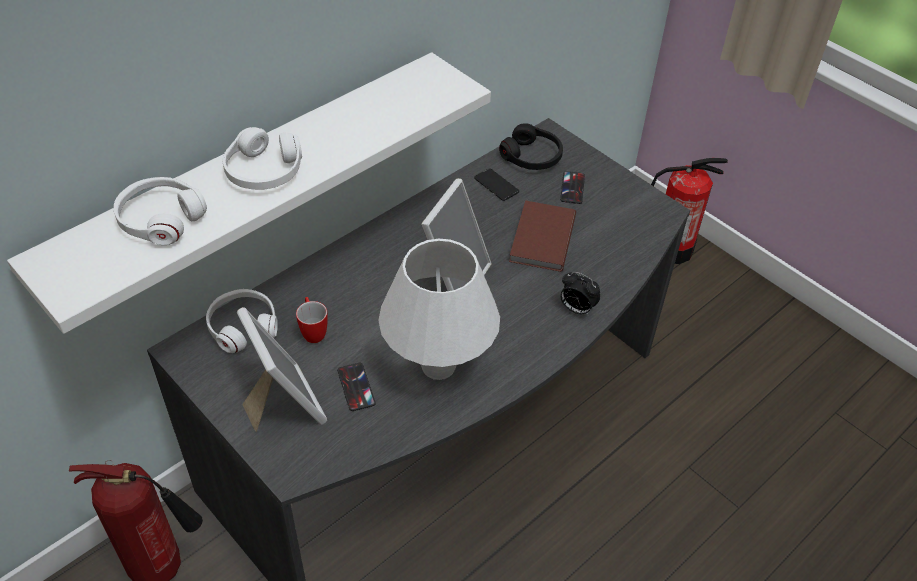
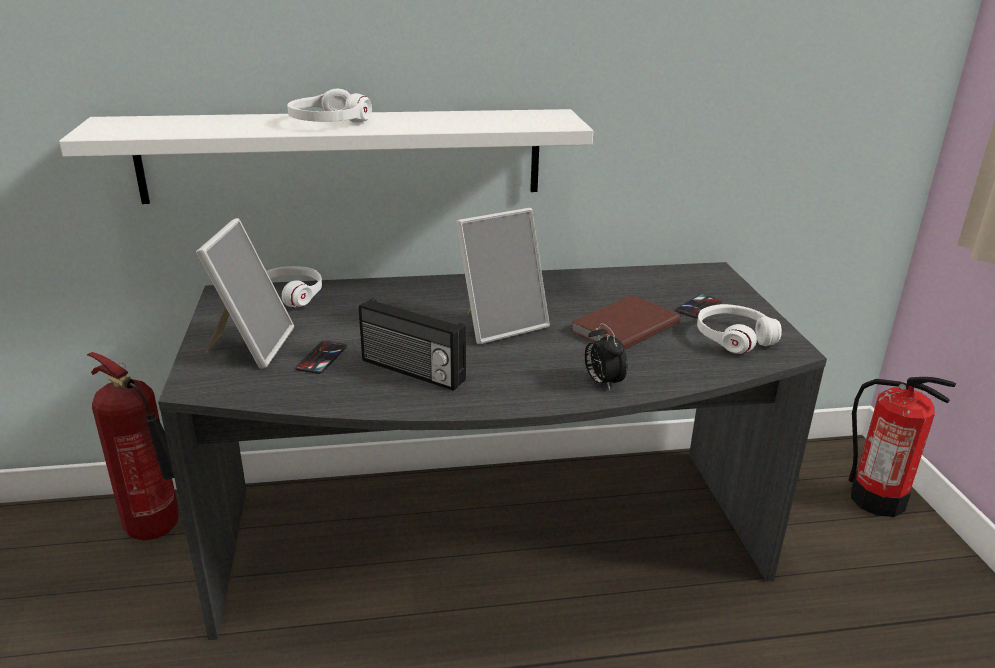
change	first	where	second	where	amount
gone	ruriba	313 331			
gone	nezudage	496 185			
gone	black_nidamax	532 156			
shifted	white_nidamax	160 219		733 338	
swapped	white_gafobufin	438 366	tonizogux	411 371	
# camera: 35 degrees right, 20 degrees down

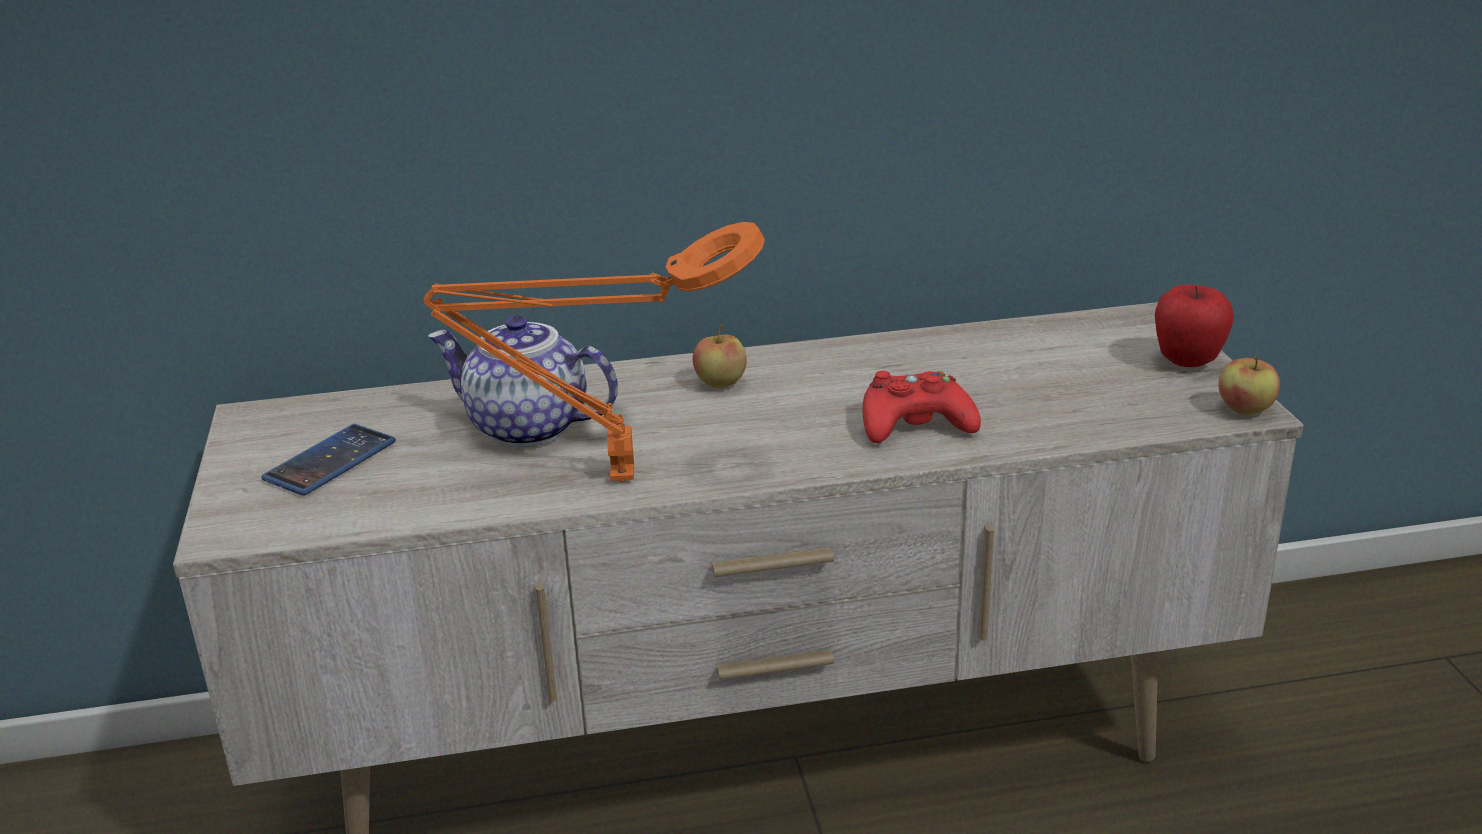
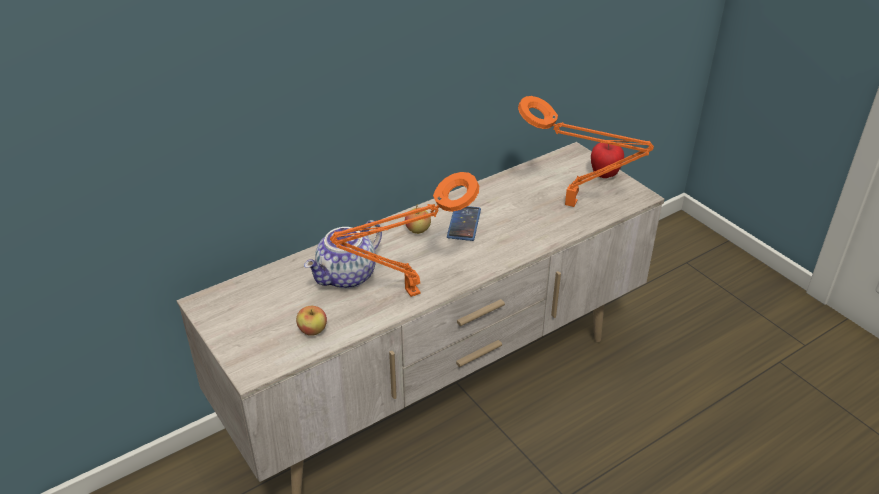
change	first	where	second	where	amount
gone	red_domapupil	915 424			
new			orange_gafobufin	575 205	
shifted	nezudage	330 461		464 223	
shifted	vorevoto	1245 410		313 330	
rotated	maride	525 428		347 277	45 degrees counterclockwise
# camera: 25 degrees left, 10 degrees up

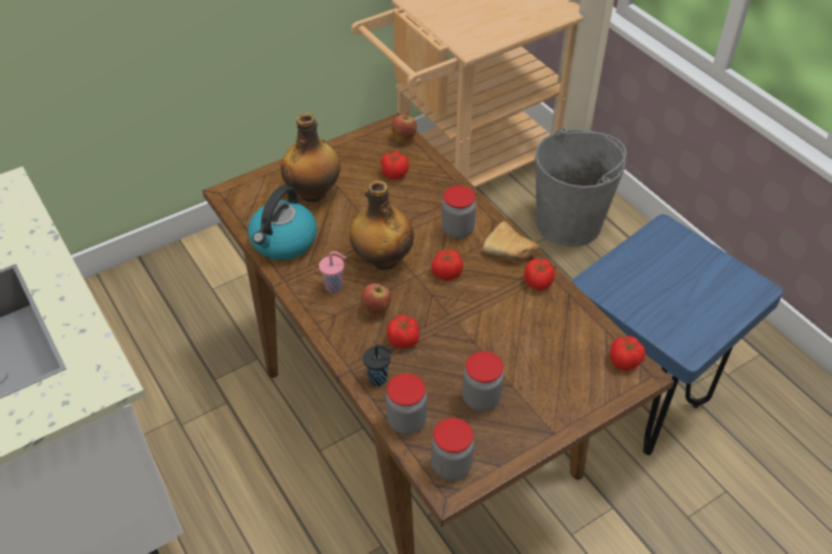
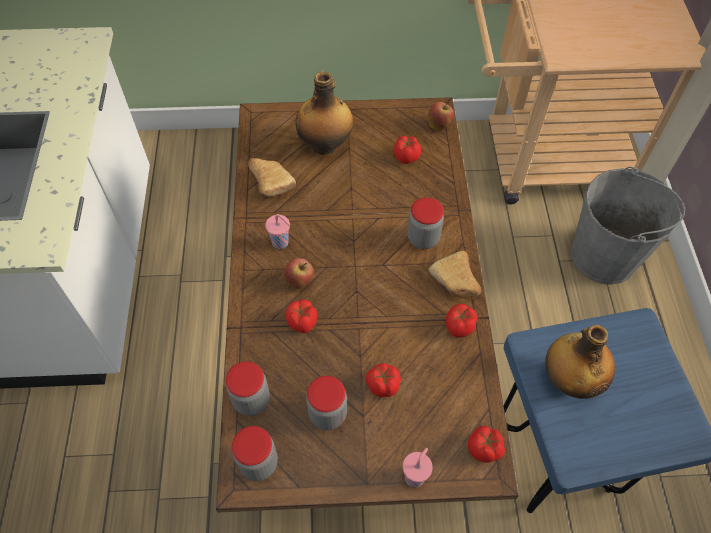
change	first	where	second	where	amount
gone	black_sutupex	379 379			
new			pink_sutupex	415 476	
shifted	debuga	382 259		570 379	
shifted	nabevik	446 273		382 385	
swapped	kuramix	283 242	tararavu	269 181	
# camera: 30 degrees right, 10 degrees up

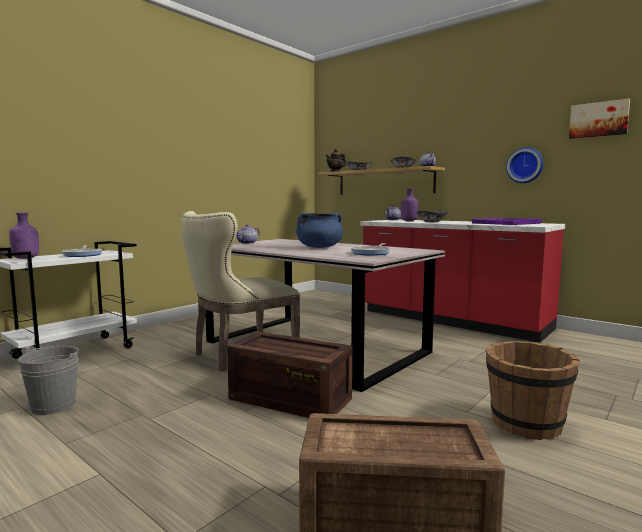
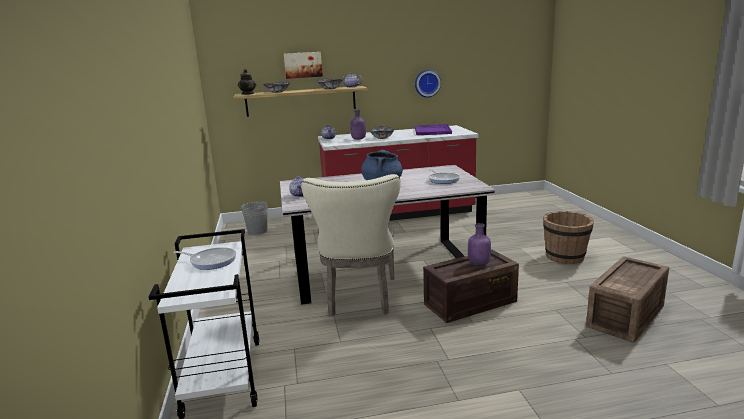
change	first	where	second	where	amount
shifted	purple_debuga	26 258		479 264	
shifted	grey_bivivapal	53 405		257 231	
shifted	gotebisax	598 119		303 65	
# camera: 50 degrees left, 10 degrees up

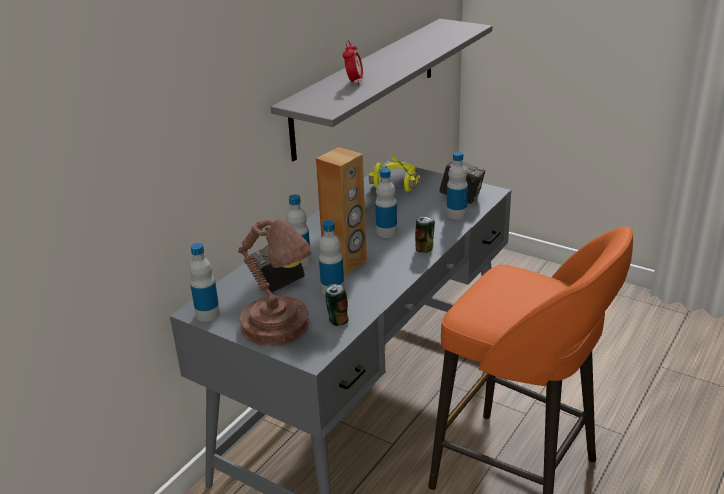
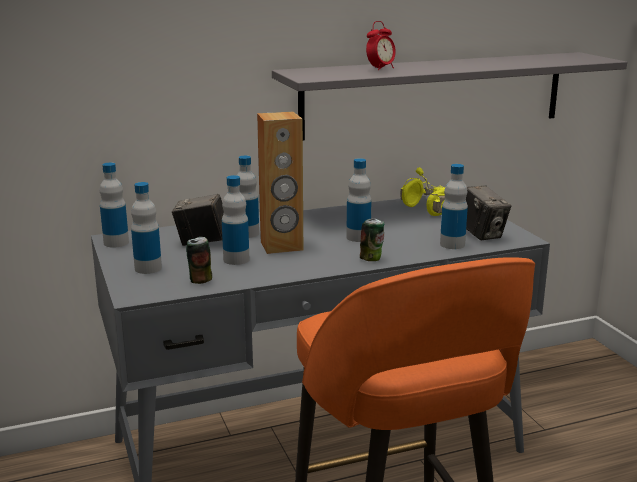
change	first	where	second	where	amount
swapped	brown_gafobufin	279 327	debuga	148 268	
# camera: 35 degrees right, 10 degrees down

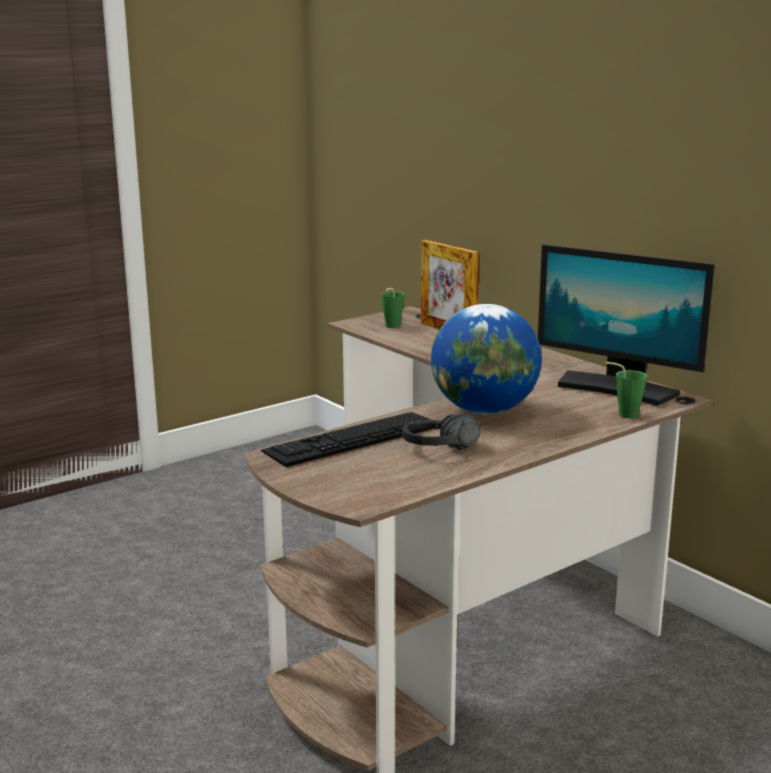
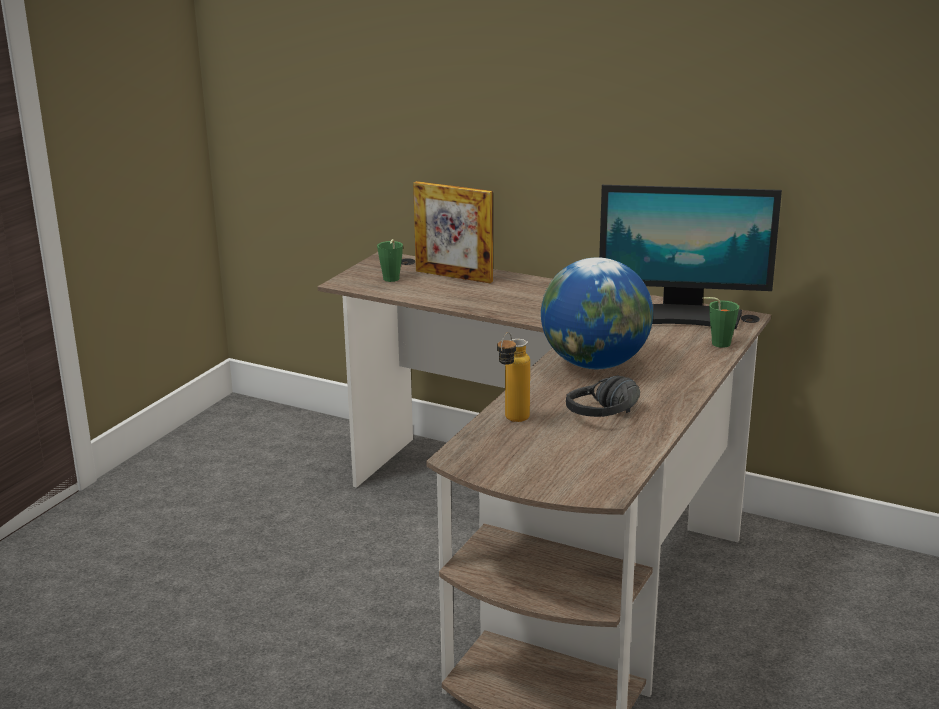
change	first	where	second	where	amount
swapped	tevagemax	353 438	debuga	512 421	
# camera: 25 degrees left, 5 degrees up

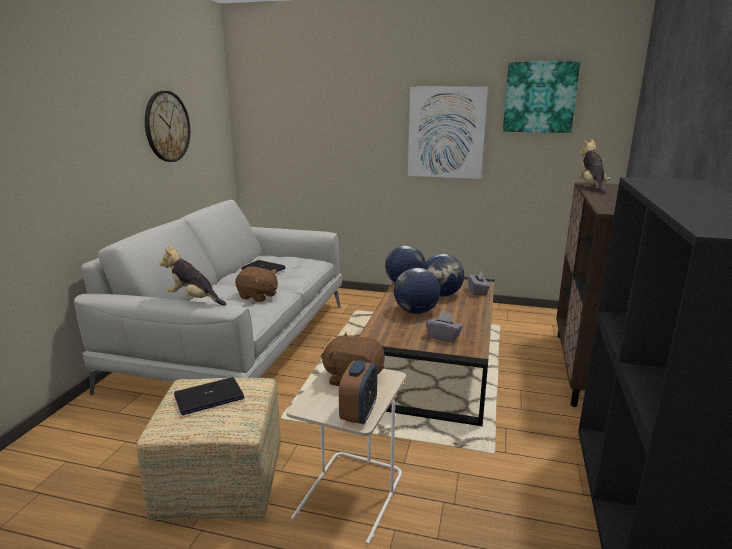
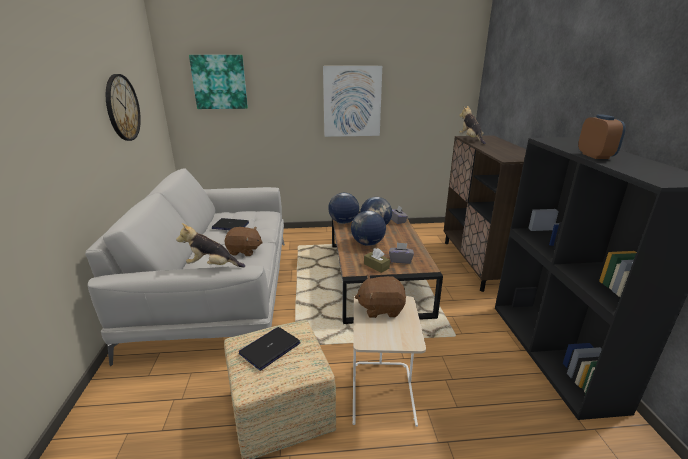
change	first	where	second	where	amount
new			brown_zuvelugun	376 266	
shifted	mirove	359 414		595 156	
shifted	gotebisax	539 97		219 82	
# camera: 20 degrees left, 5 degrees up

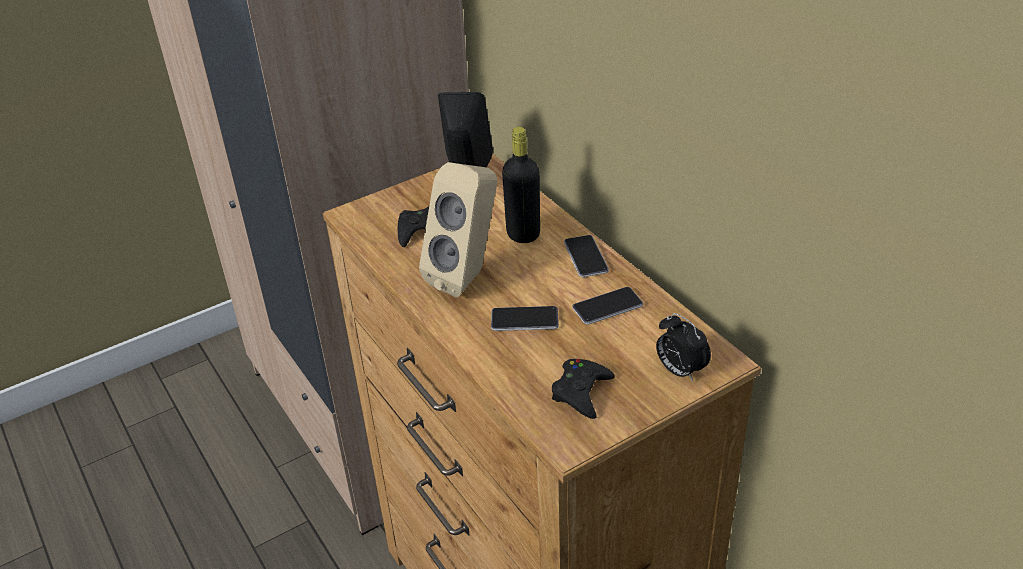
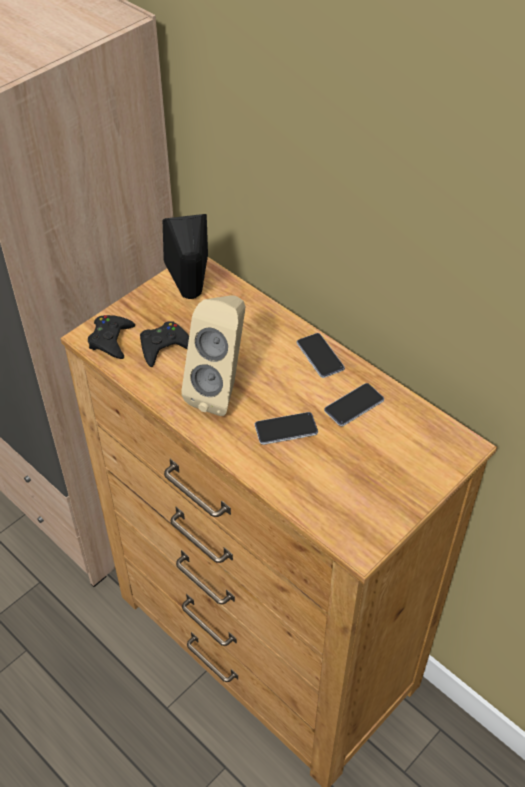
change	first	where	second	where	amount
gone	black_debuga	523 234			
gone	mirove	679 371			
shifted	black_domapupil	581 392		111 340	
# camera: 15 degrees left, 10 degrees up

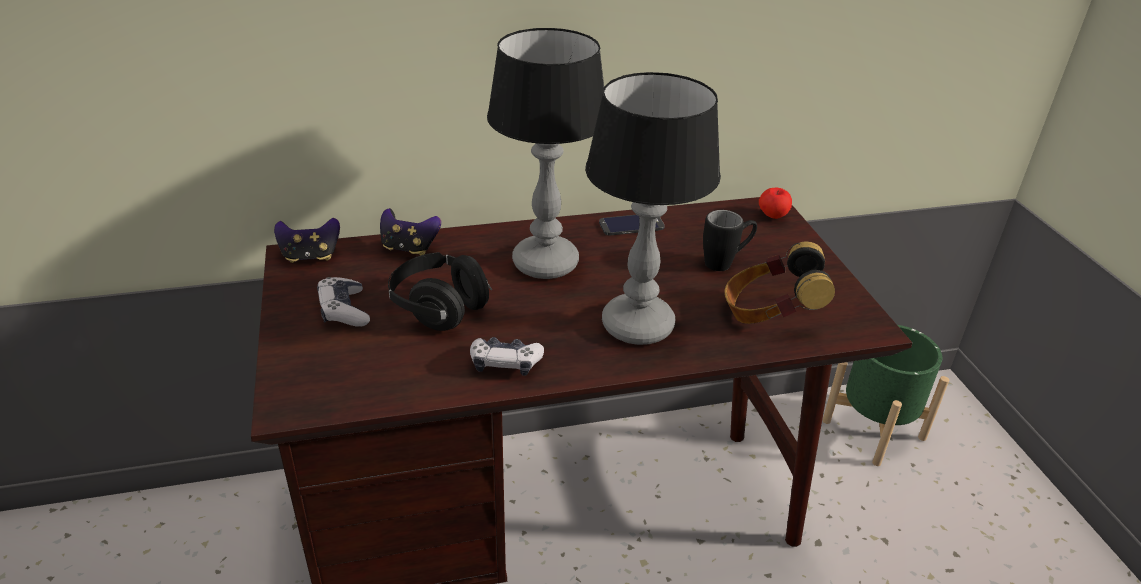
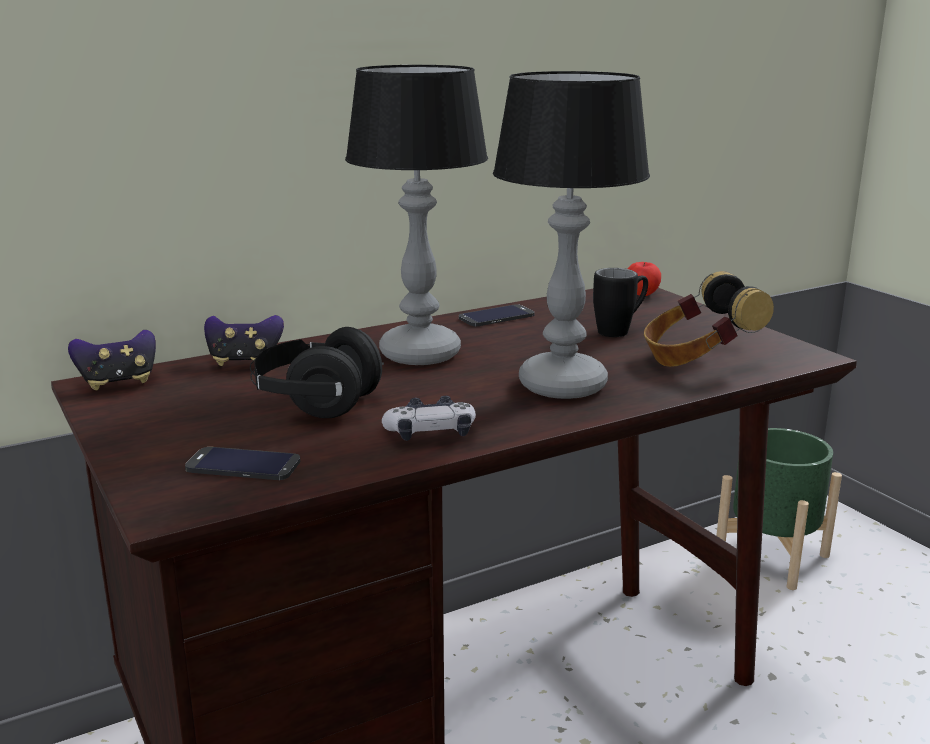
change	first	where	second	where	amount
gone	domapupil	344 310			
new			nezudage	243 465	
# camera: 15 degrees left, 15 degrees down

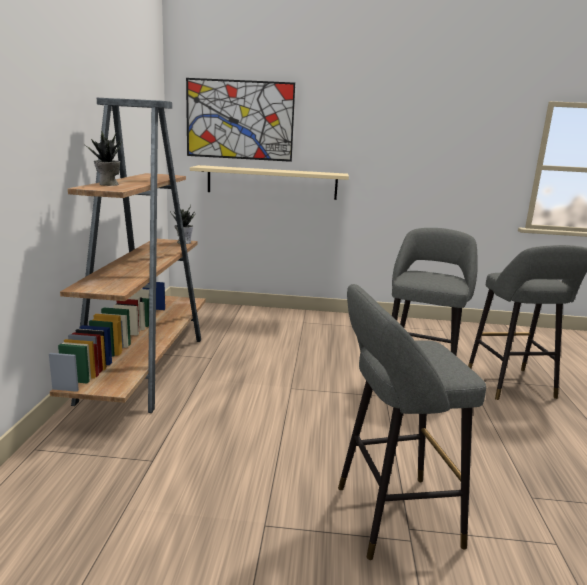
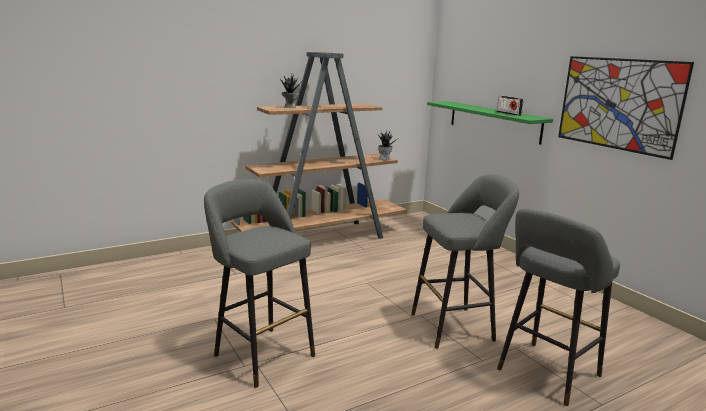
change	first	where	second	where	amount
new			tonizogux	508 113	
shifted	gotebisax	239 120		618 104	
repainted	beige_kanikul	272 182	green_kanikul	493 121	
# camera: 55 degrees right, 0 degrees up

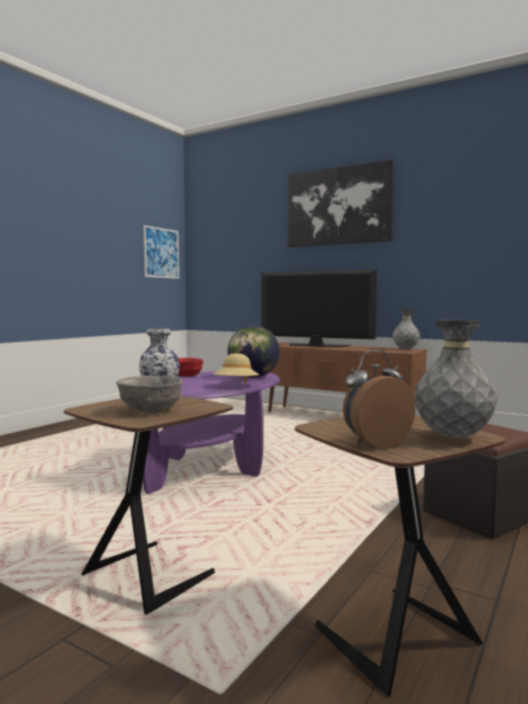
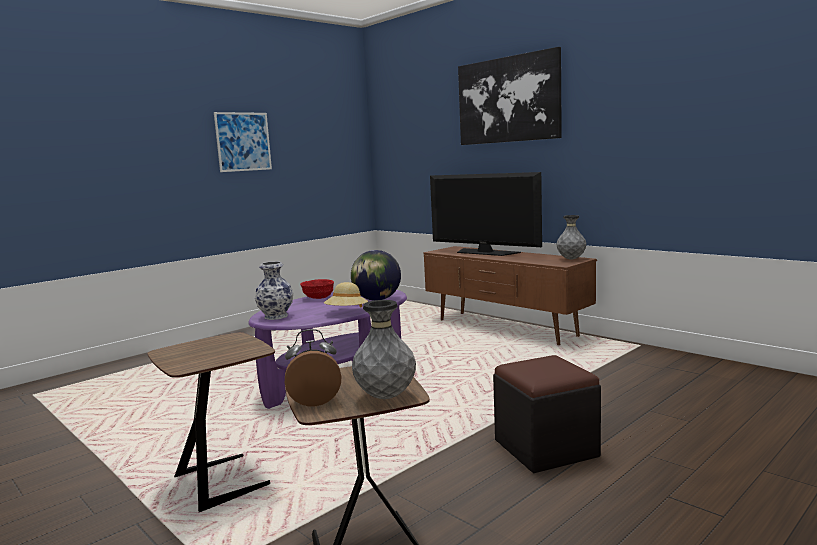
change	first	where	second	where	amount
gone	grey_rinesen	150 410			
shifted	gotebisax	161 253		243 141	
# camera: 15 degrees right, 5 degrees up

